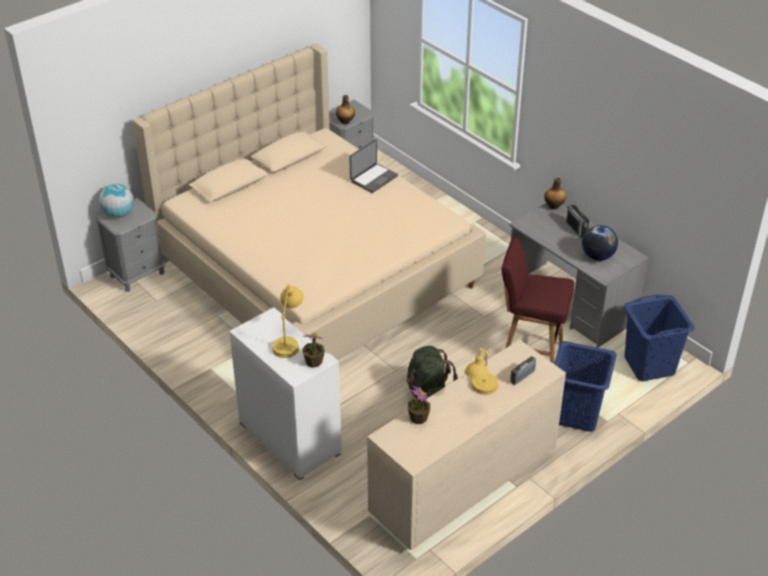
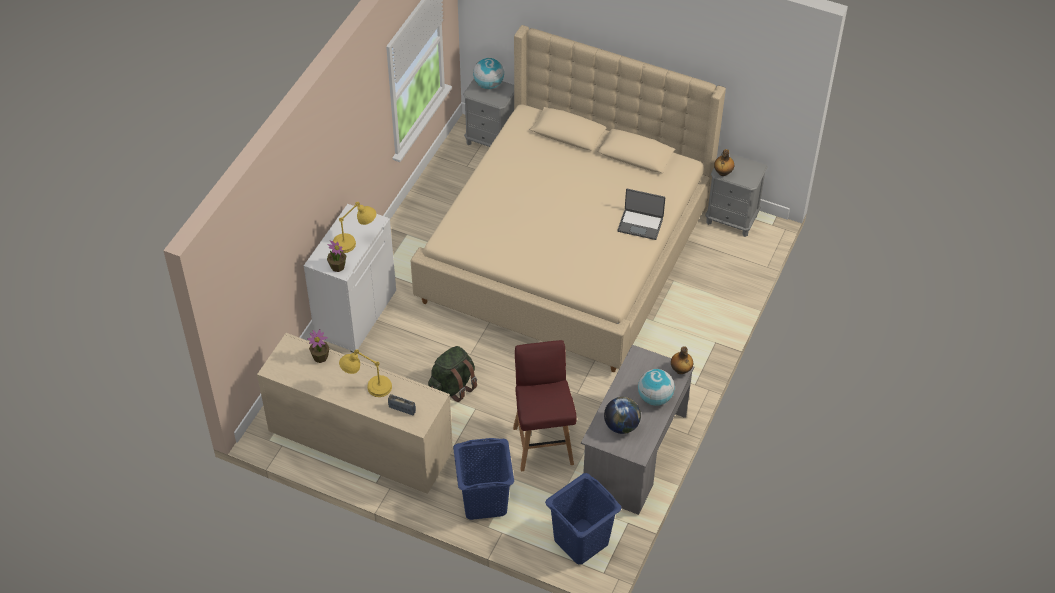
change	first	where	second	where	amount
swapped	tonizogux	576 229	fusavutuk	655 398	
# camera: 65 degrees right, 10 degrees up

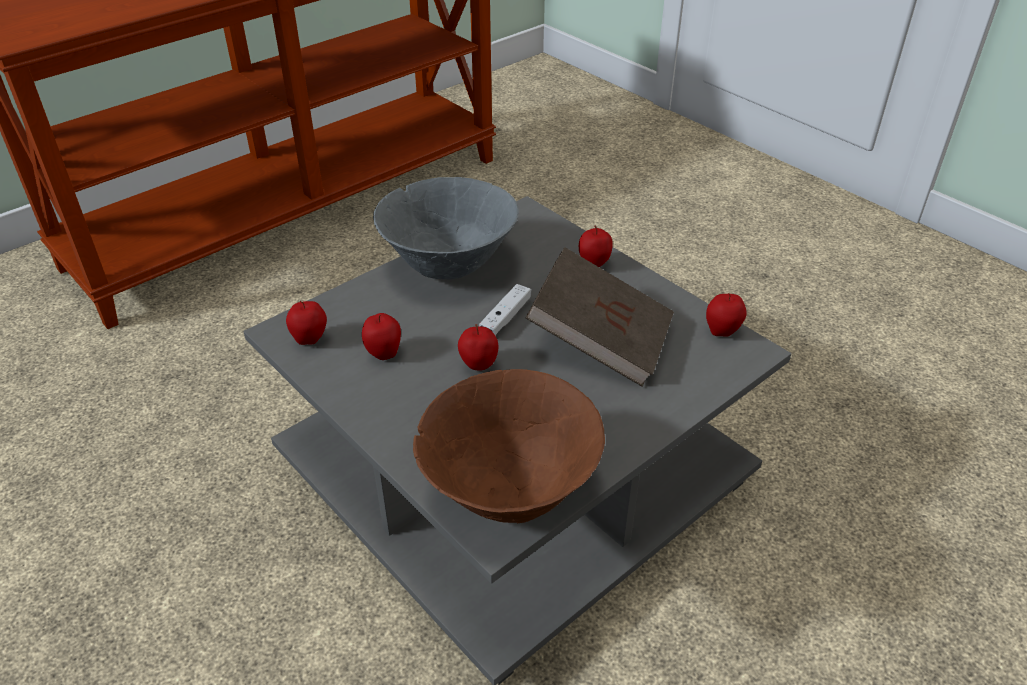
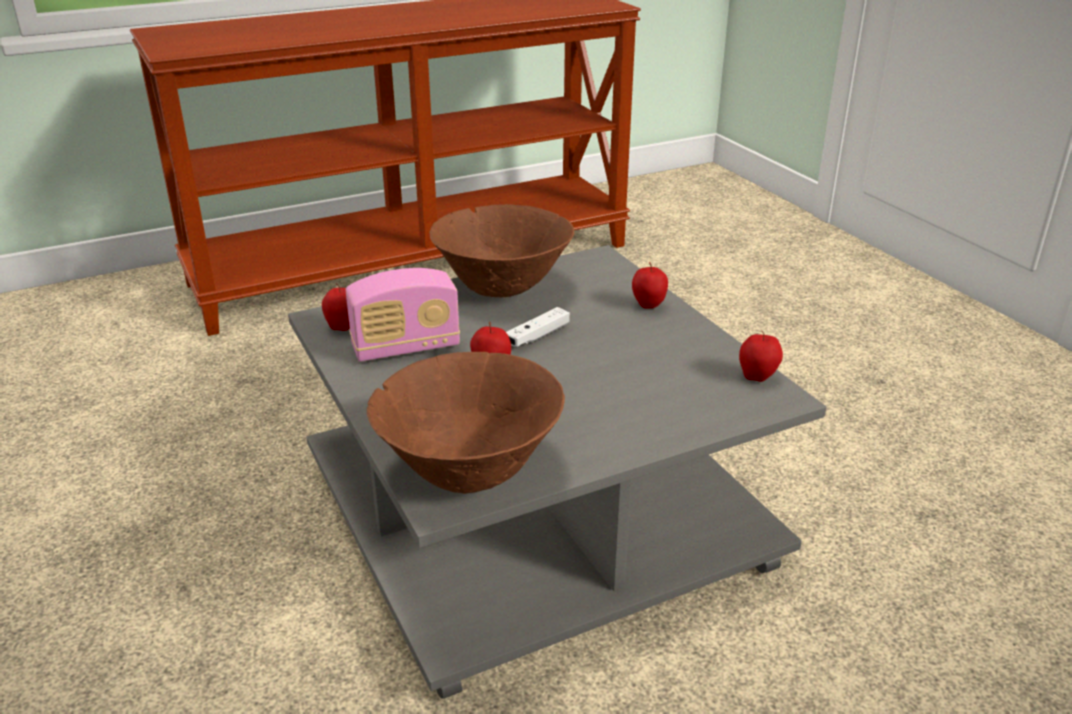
change	first	where	second	where	amount
gone	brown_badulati	600 341			
swapped	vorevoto	384 354	tonizogux	406 347	
repainted	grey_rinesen	448 267	brown_rinesen	501 290	
# camera: 15 degrees right, 10 degrees down

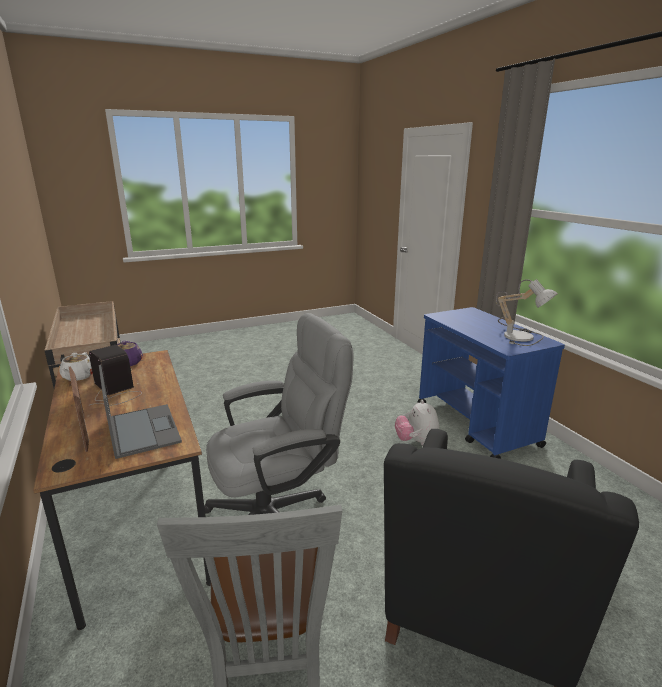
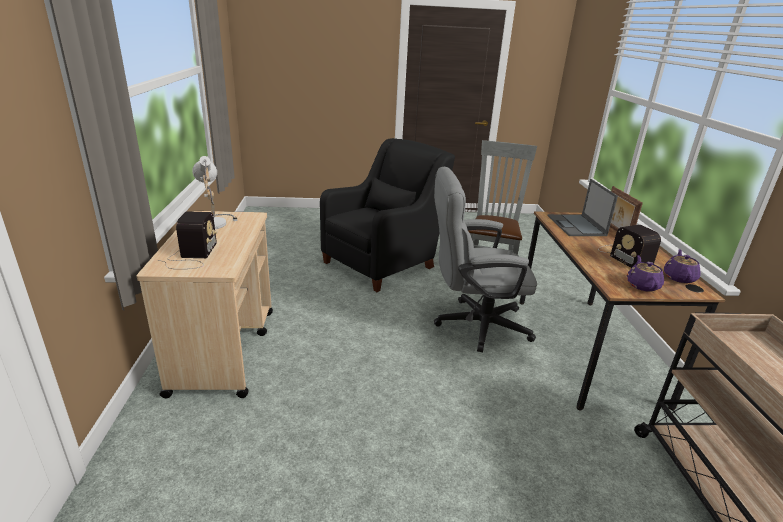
change	first	where	second	where	amount
gone	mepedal	416 442			
new			tonizogux	192 256	
repainted	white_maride	78 376	purple_maride	679 277	
repainted	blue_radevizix	476 424	beige_radevizix	225 349	
# camera: 160 degrees left, 5 degrees up

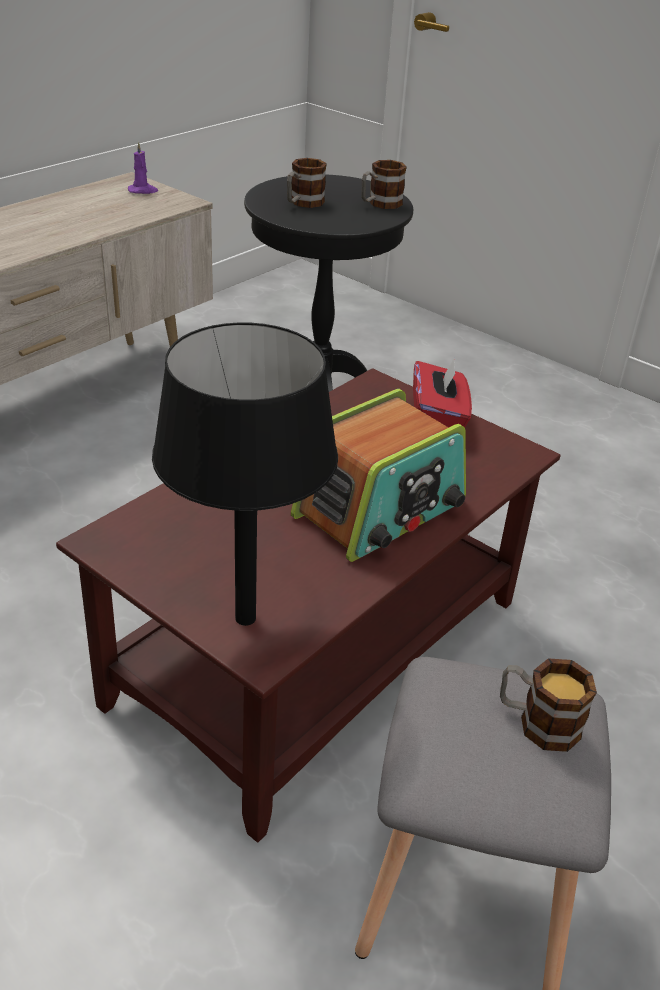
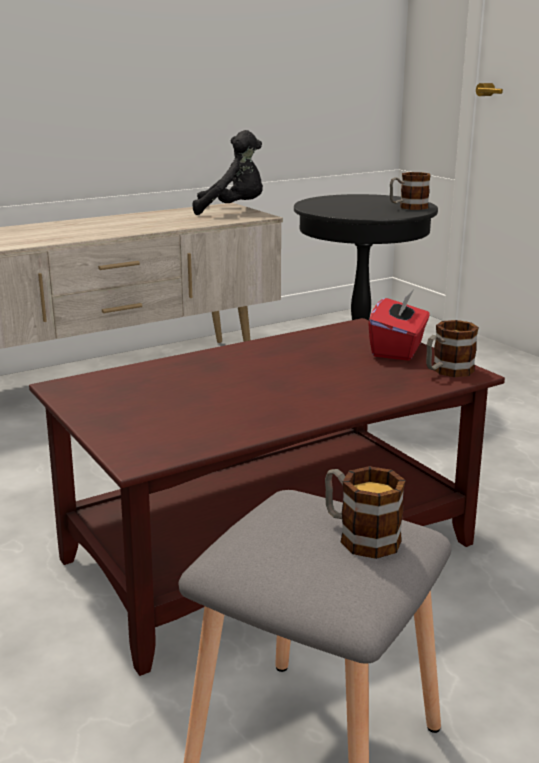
change	first	where	second	where	amount
gone	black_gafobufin	245 619			
gone	tonizogux	381 510			
shifted	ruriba	303 203		447 371	
swapped	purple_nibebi	143 191	black_mepedal	232 210	
# camera: 20 degrees right, 15 degrees down

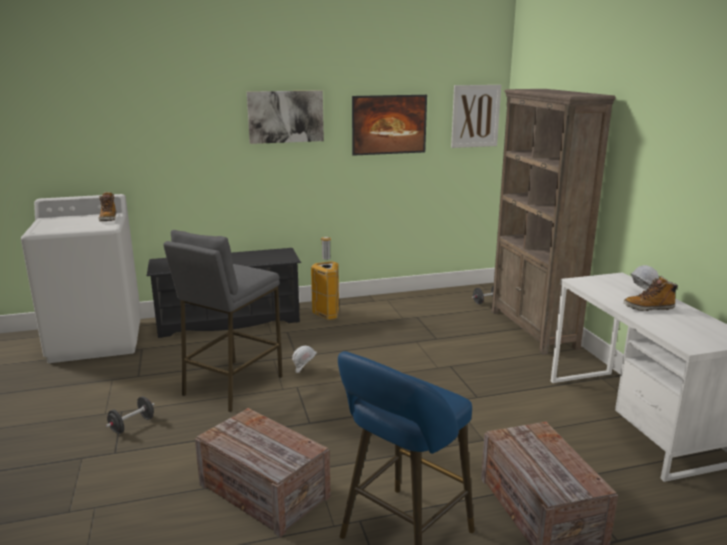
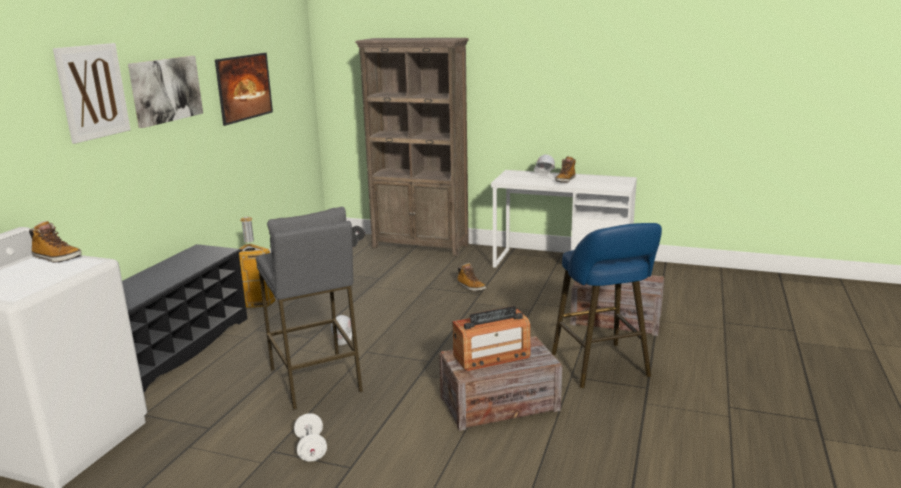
change	first	where	second	where	amount
new			tonizogux	491 356	
new			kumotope	470 287	
shifted	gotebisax	475 116		92 92	
repainted	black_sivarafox	132 425	white_sivarafox	311 449	
# camera: 55 degrees left, 0 degrees up

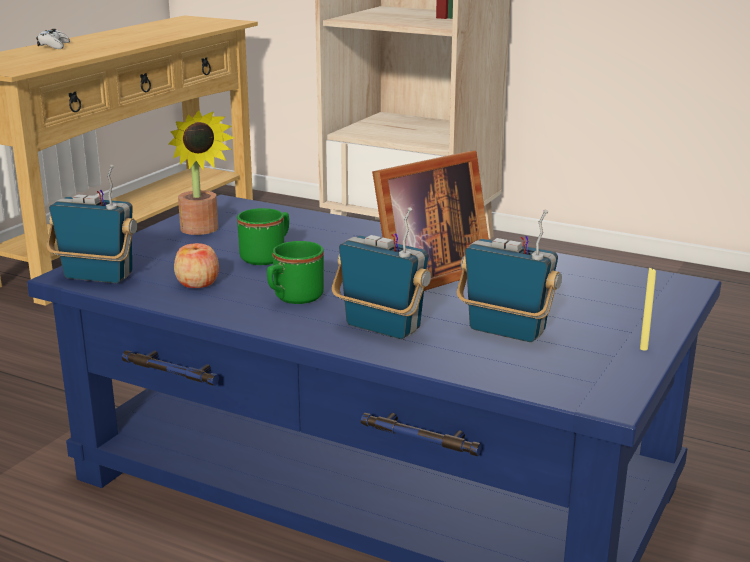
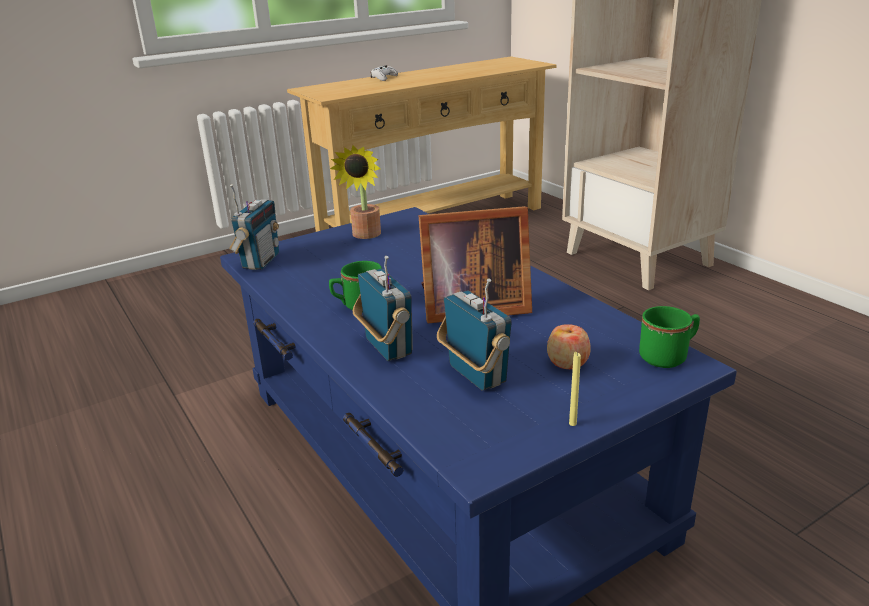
change	first	where	second	where	amount
shifted	vorevoto	197 283		567 362	
shifted	green_ruriba	267 256		668 356	
rotated	tonizogux	97 277		260 261	60 degrees clockwise
# camera: 30 degrees right, 5 degrees up

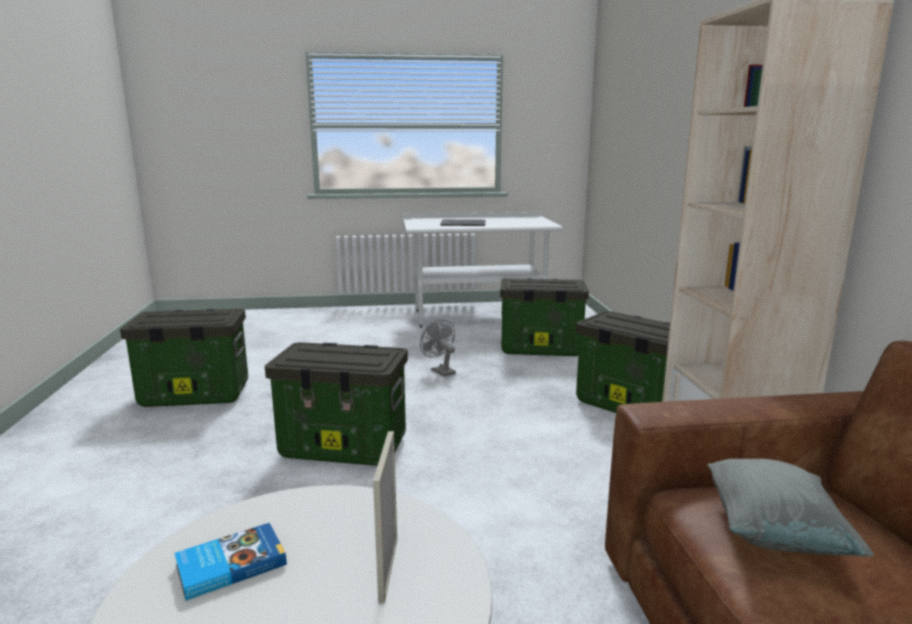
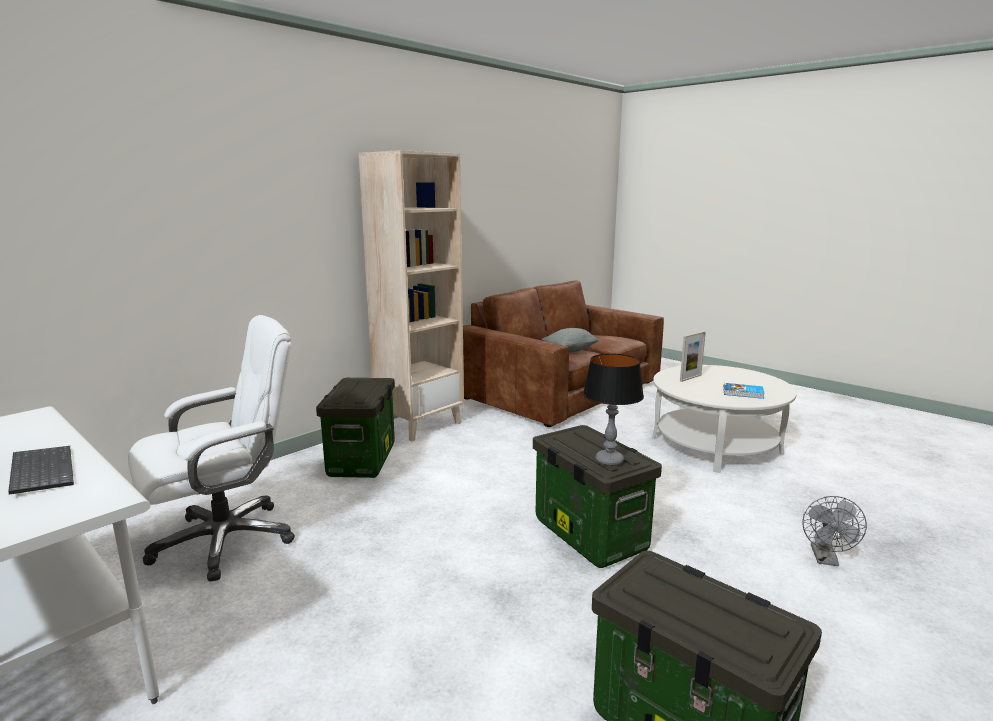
change	first	where	second	where	amount
new			gafobufin	609 461	
shifted	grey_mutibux	440 371		826 559	
swapped	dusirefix	539 348	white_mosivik	226 540	
# camera: 130 degrees left, 0 degrees up

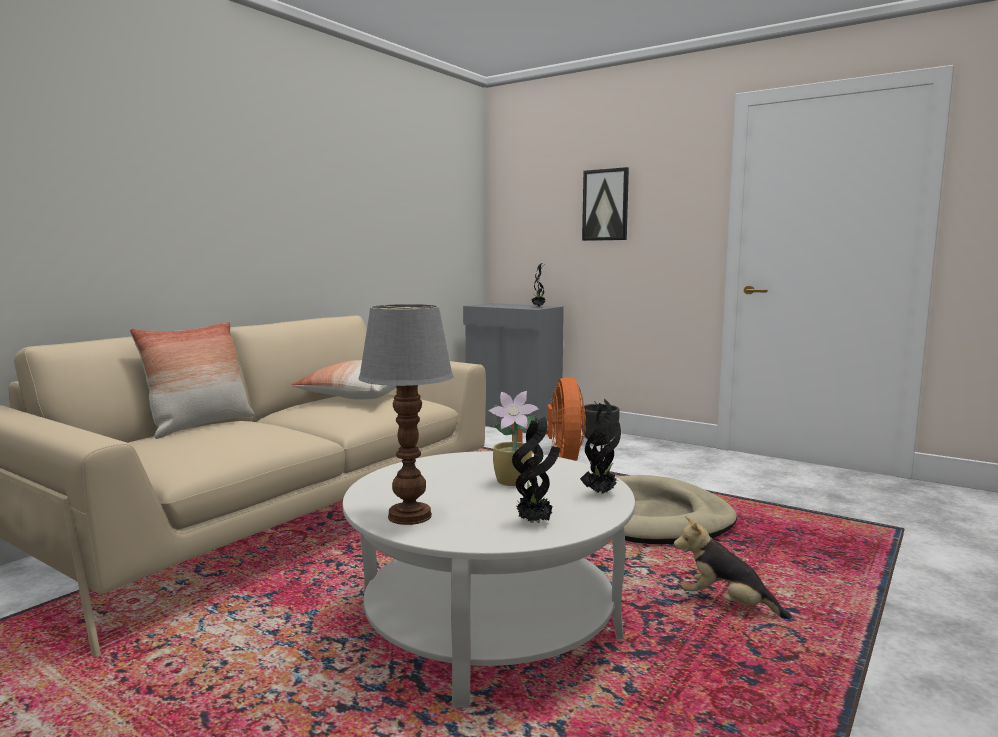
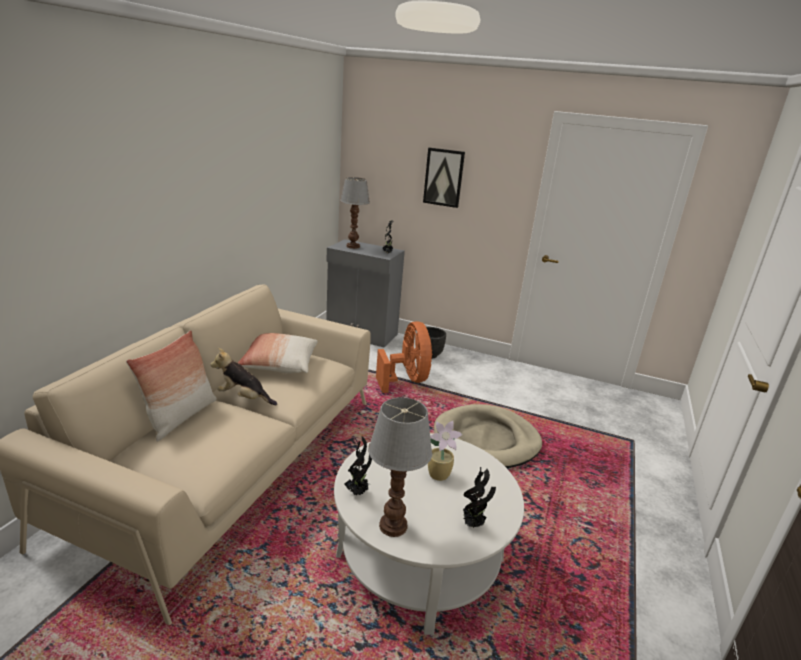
change	first	where	second	where	amount
new			gafobufin	352 246	
shifted	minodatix	601 493		358 492	
shifted	mepedal	726 605		244 398	
# camera: 15 degrees left, 15 degrees up

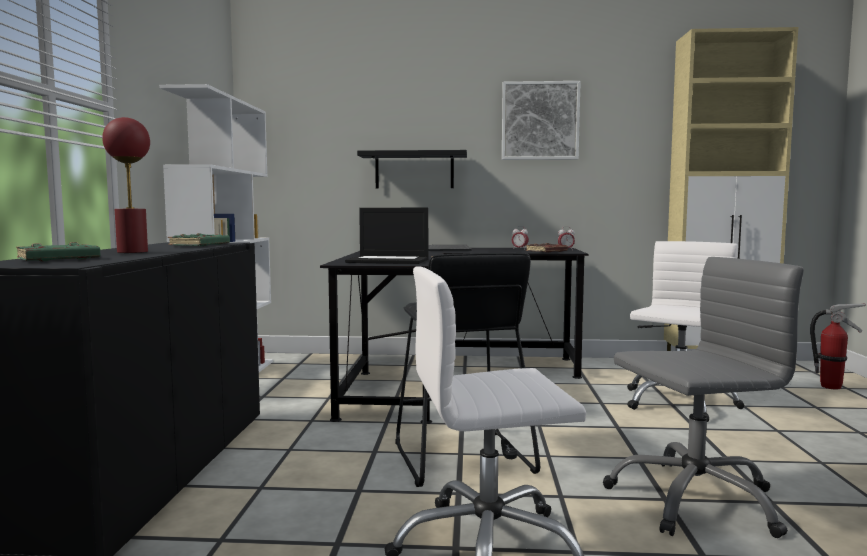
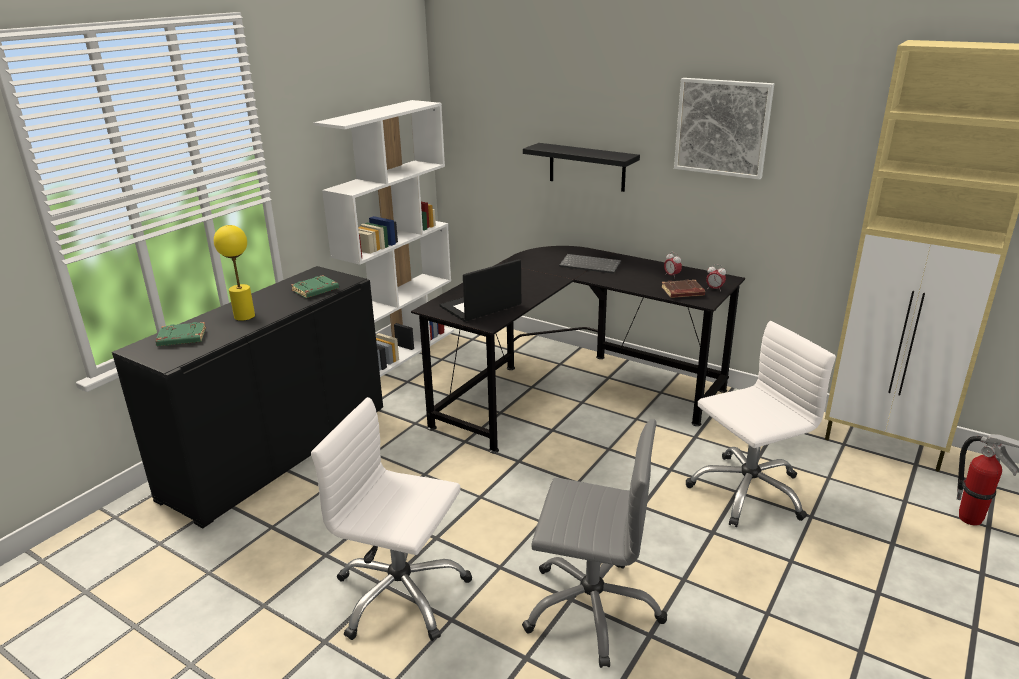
change	first	where	second	where	amount
gone	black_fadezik	460 457			
repainted	red_gafobufin	132 252	yellow_gafobufin	244 316	
rotated	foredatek	389 261		480 306	105 degrees clockwise
# camera: 30 degrees right, 20 degrees up

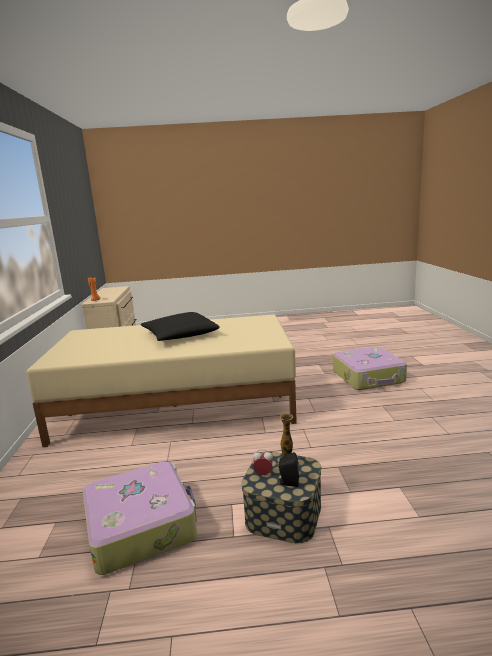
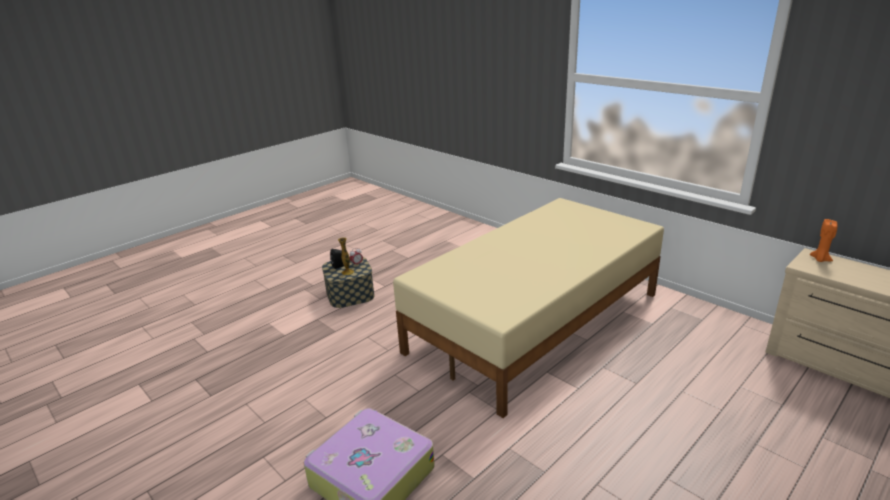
change	first	where	second	where	amount
gone	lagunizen	142 525			
gone	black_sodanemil	180 335			
# camera: 140 degrees right, 10 degrees up

